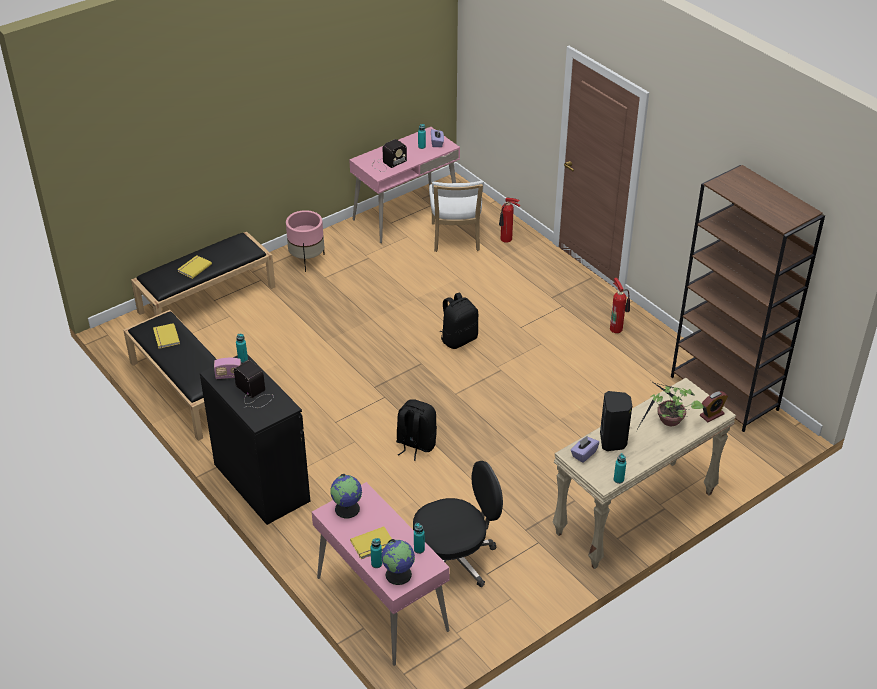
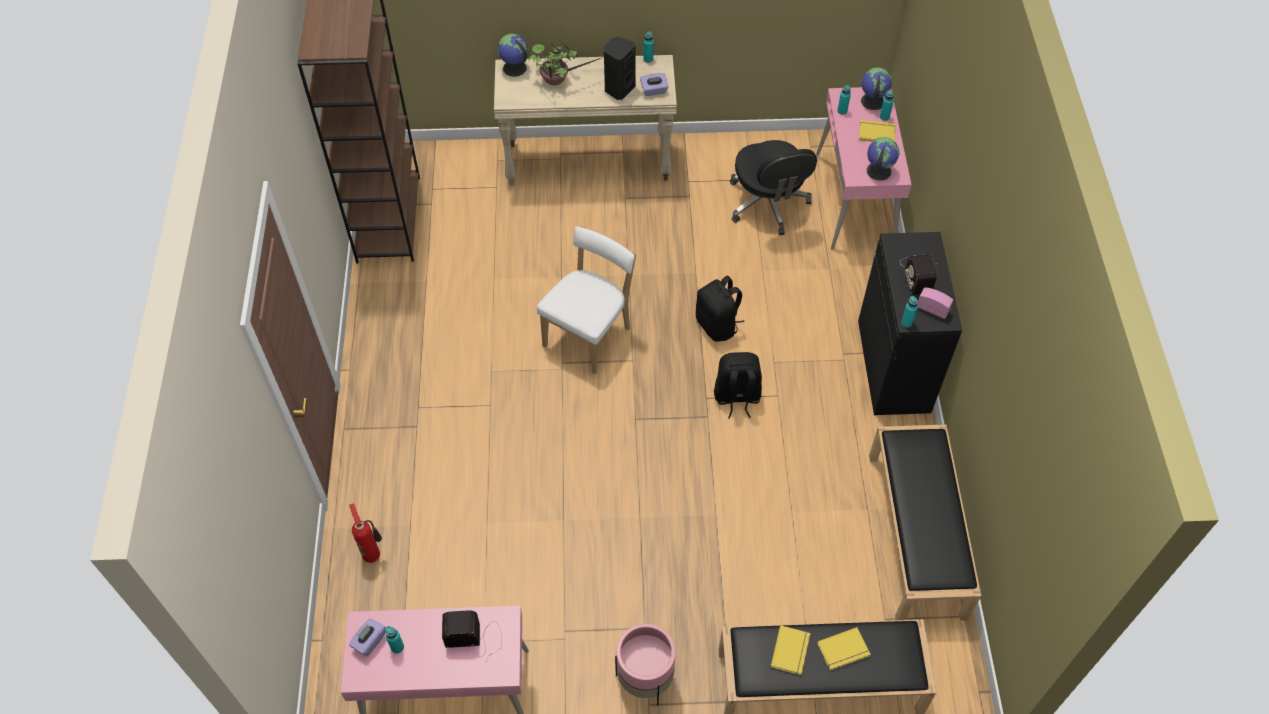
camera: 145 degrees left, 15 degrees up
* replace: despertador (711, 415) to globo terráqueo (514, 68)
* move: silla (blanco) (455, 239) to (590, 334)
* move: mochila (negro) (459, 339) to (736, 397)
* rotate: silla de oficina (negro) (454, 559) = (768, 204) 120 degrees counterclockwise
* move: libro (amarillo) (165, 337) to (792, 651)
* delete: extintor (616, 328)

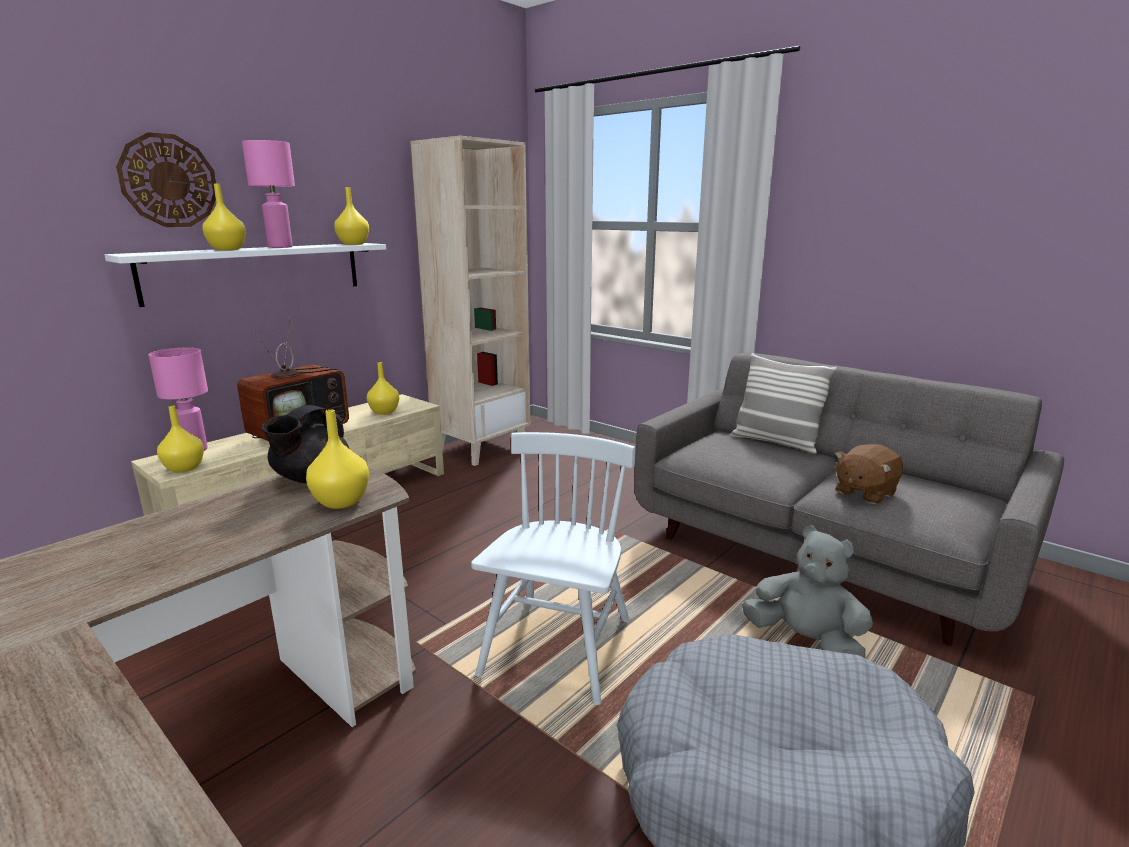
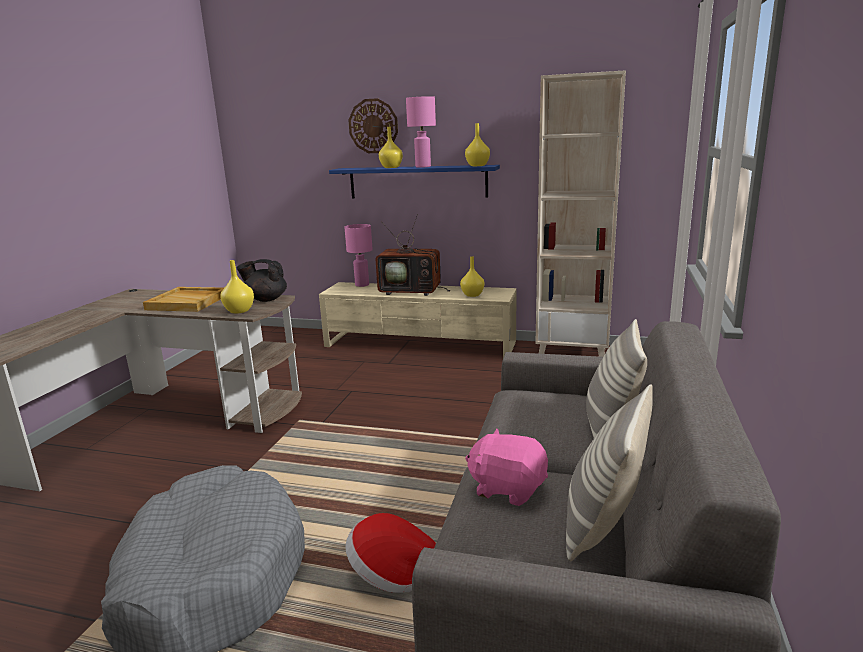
camera: 65 degrees right, 0 degrees up
* insert: bandeja (beis) (189, 302)
* recolor: estante (blanco) (257, 271) to estante (azul) (417, 182)
* replace: peluche (gris) (805, 642) to sombrero (391, 574)
* recolor: peluche (marrón) (864, 492) to peluche (rosa) (507, 488)
* insert: cojín (602, 524)
* delete: florero (amarillo) (184, 468)
* delete: silla (blanco) (558, 647)

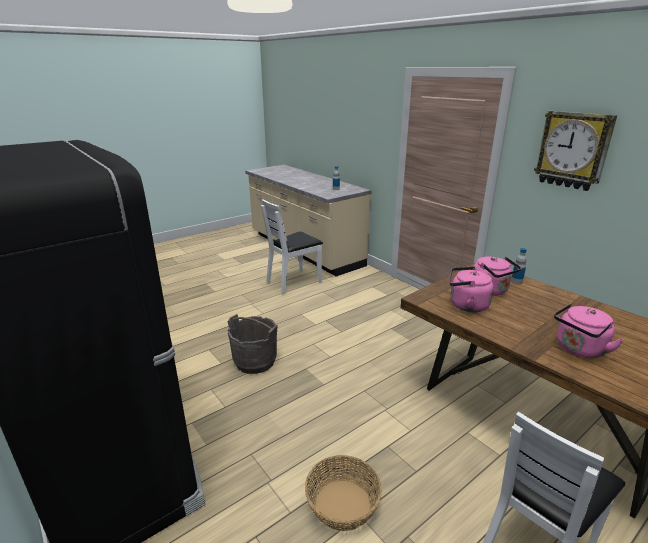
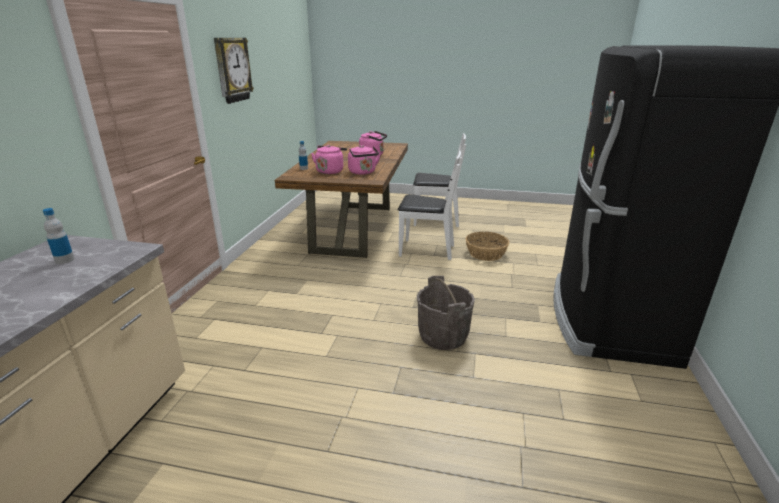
camera: 130 degrees left, 0 degrees up
* move: silla (blanco) (294, 282) to (426, 250)

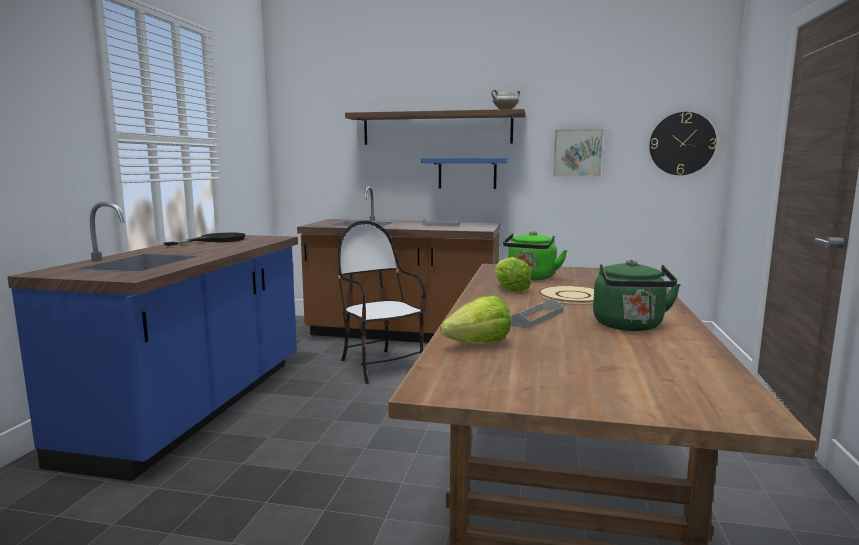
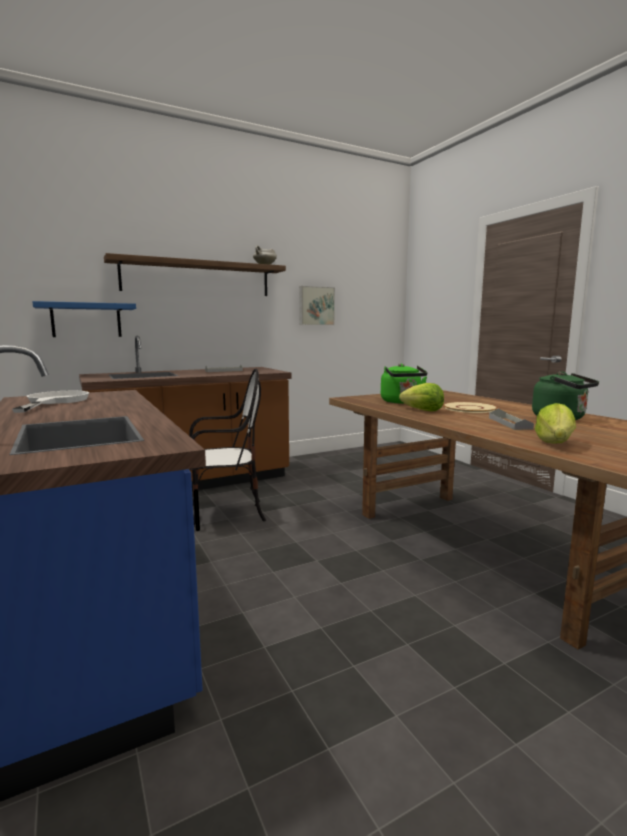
camera: 40 degrees left, 0 degrees up
* recolor: sartén (negro) (216, 240) to sartén (blanco) (54, 402)
* move: estante (azul) (467, 173) to (86, 320)
* rotate: silla (381, 366) = (225, 514) 150 degrees clockwise
* delete: reloj de pared (682, 143)

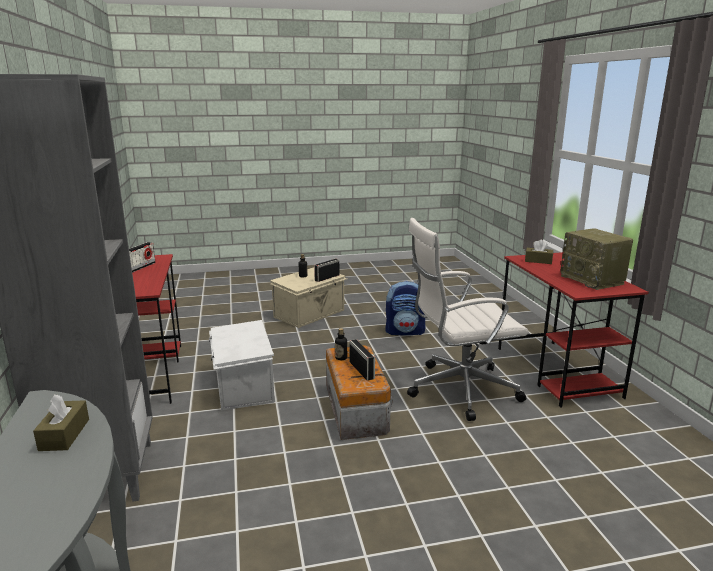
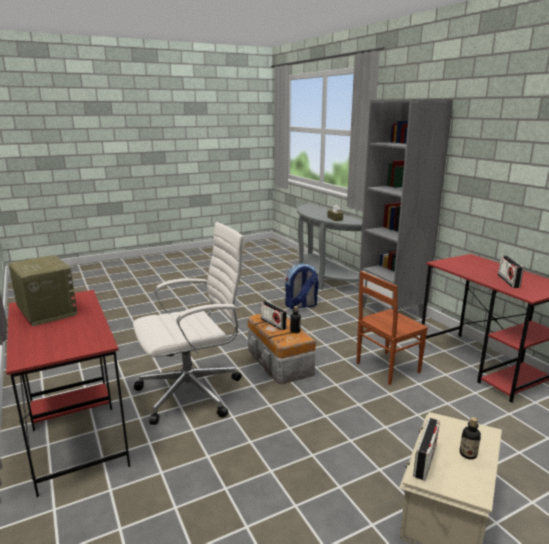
camera: 165 degrees right, 0 degrees up
* move: mochila (405, 331) to (301, 306)
* replace: caja de almacenaje (blanco) (242, 386) to silla (marrón) (386, 367)
* delete: caja de pañuelos (marrón) (538, 261)

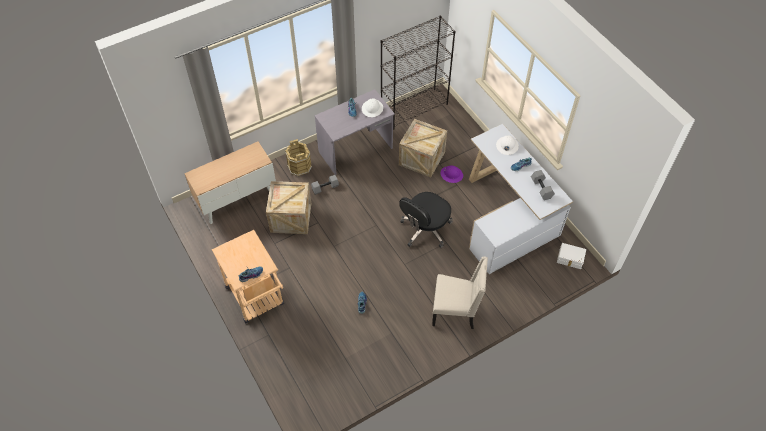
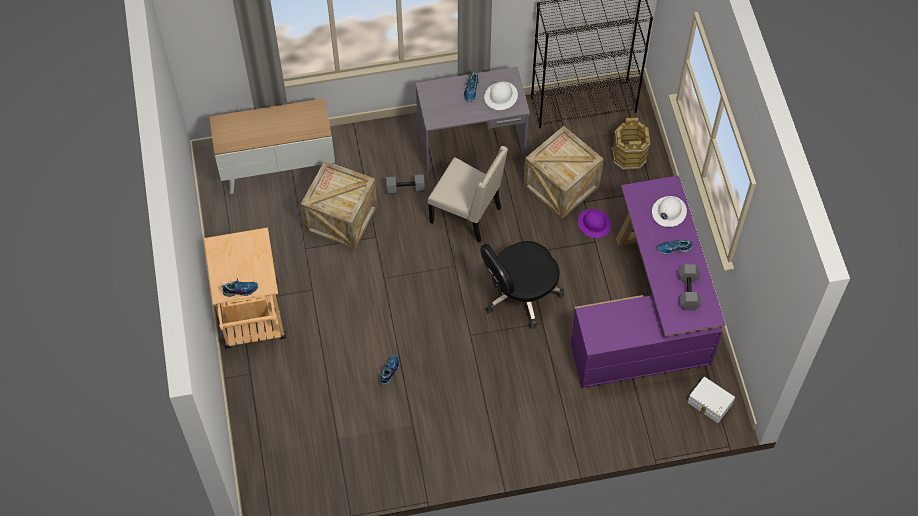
camera: 20 degrees right, 5 degrees up
* move: silla (beis) (455, 311) to (468, 215)
* recolor: escritorio (blanco) (508, 218) to escritorio (morado) (647, 315)
* move: cubo (marrón) (299, 166) to (629, 156)

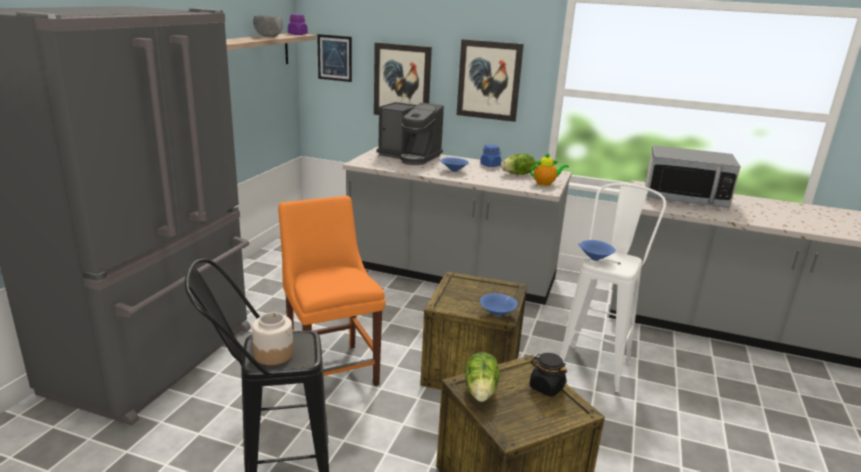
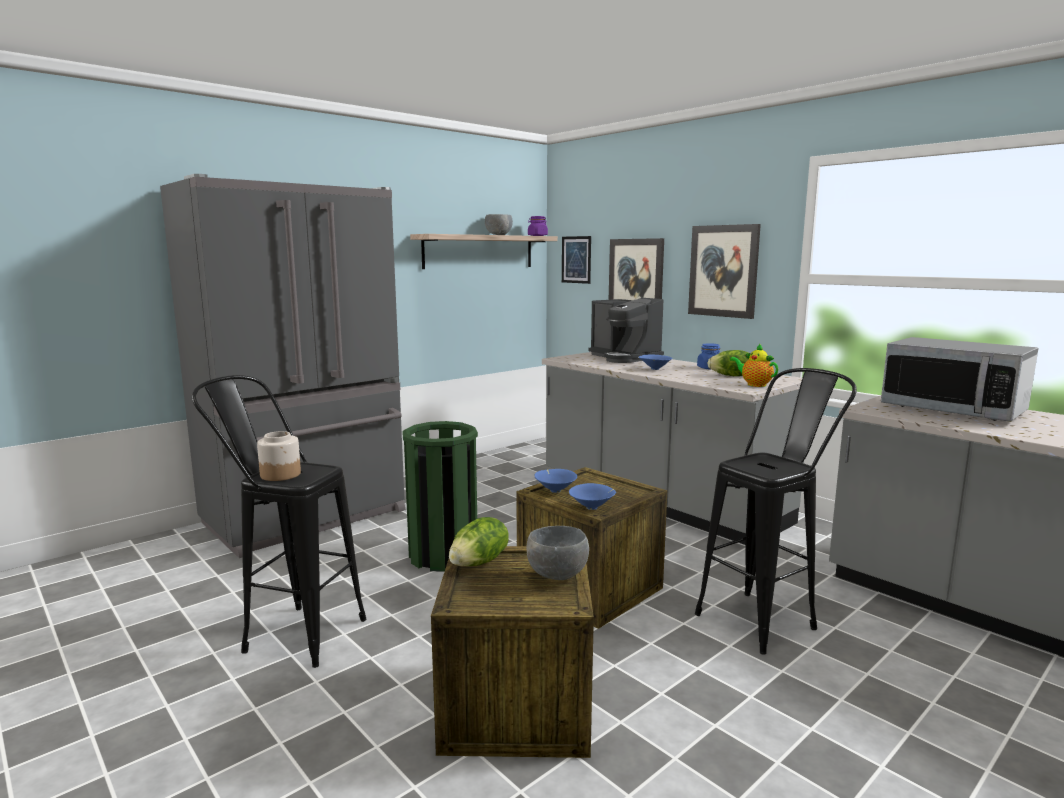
camera: 30 degrees right, 10 degrees down
* replace: silla (naranja) (331, 368) to papelera (verde) (443, 555)
* replace: tarro (negro) (546, 387) to cuenco (gris) (558, 576)
* move: cuenco (azul) (594, 259) to (555, 490)
* recolor: taburete (blanco) (596, 361) to taburete (negro) (766, 617)
* rotate: tetera (545, 183) = (754, 384) 150 degrees counterclockwise

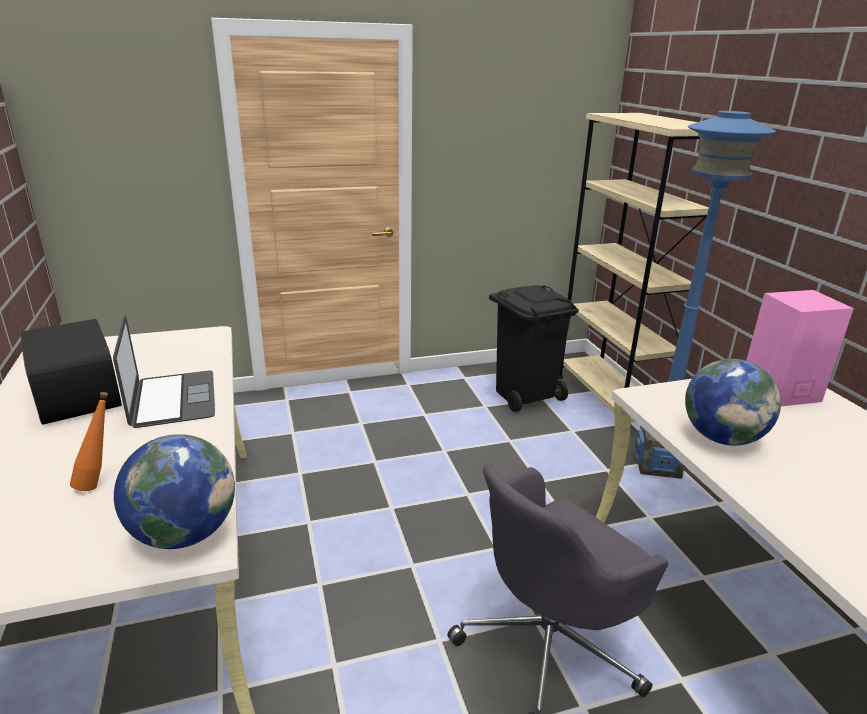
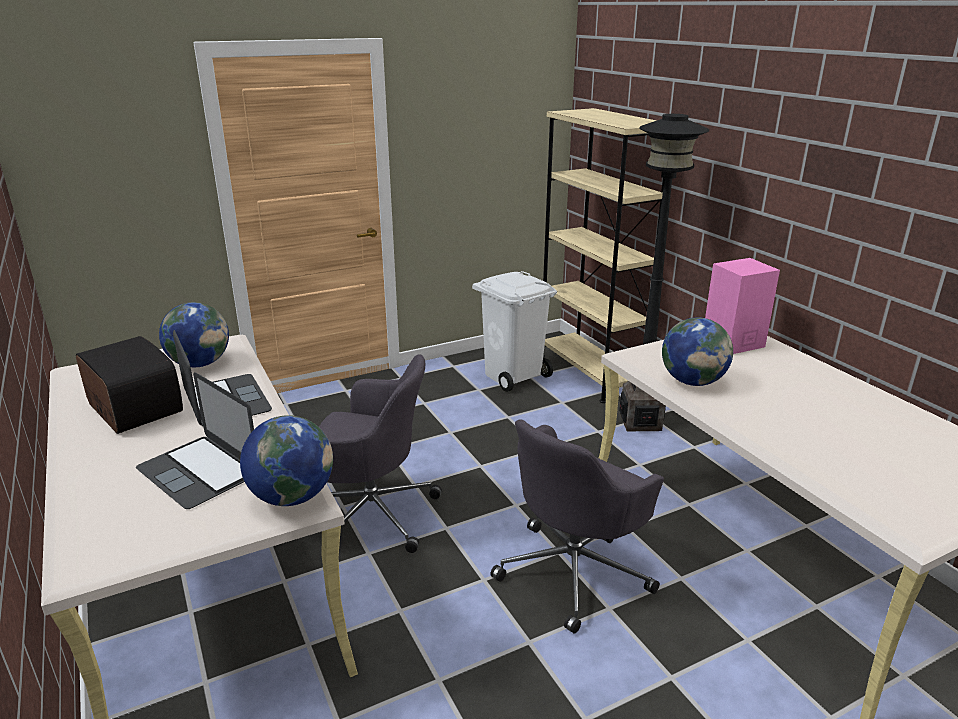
camera: 10 degrees left, 0 degrees up
* replace: botella (naranja) (100, 483) to portátil (199, 471)
* insert: globo terráqueo (200, 363)
* insert: silla de oficina (gris) (371, 513)
* recolor: papelera (negro) (525, 394) to papelera (blanco) (513, 375)
* recolor: lámpara de pie (azul) (658, 464) to lámpara de pie (negro) (640, 422)

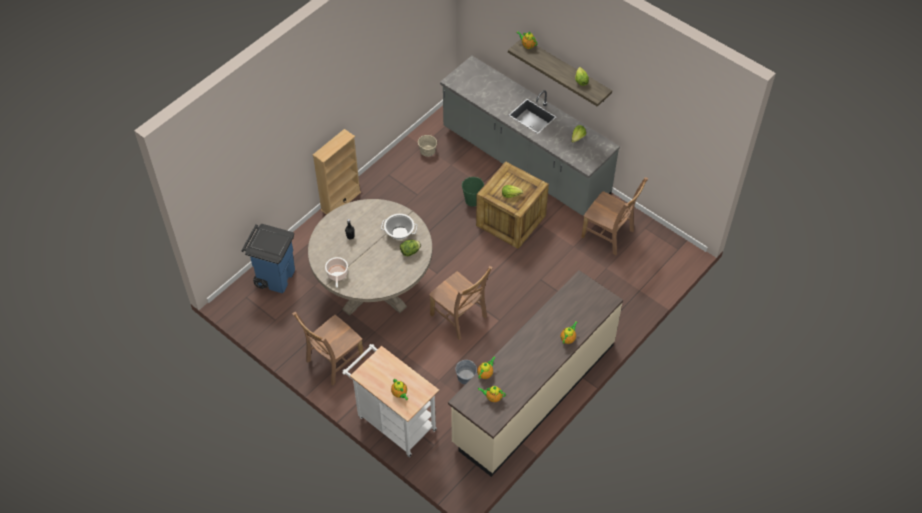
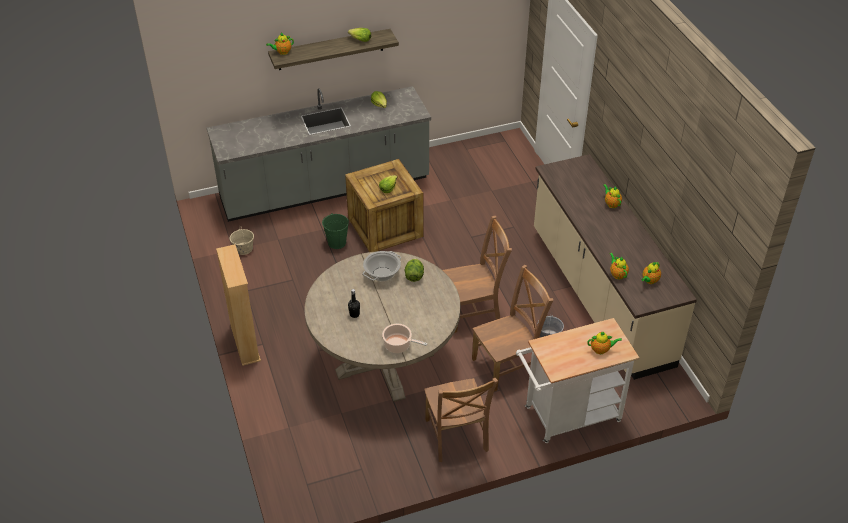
camera: 60 degrees left, 10 degrees down
* move: silla (marrón) (609, 235) to (508, 365)
* delete: papelera (azul) (275, 277)

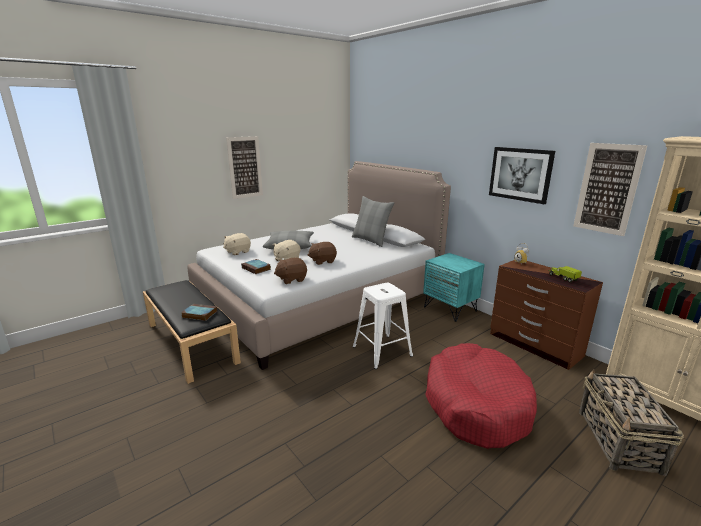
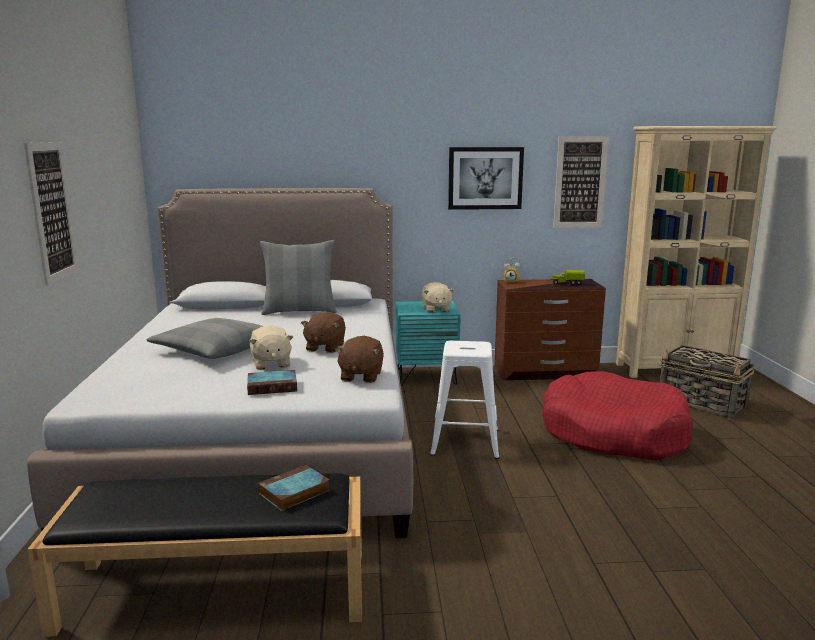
camera: 55 degrees left, 5 degrees down
* move: peluche (beis) (237, 252) to (436, 309)

